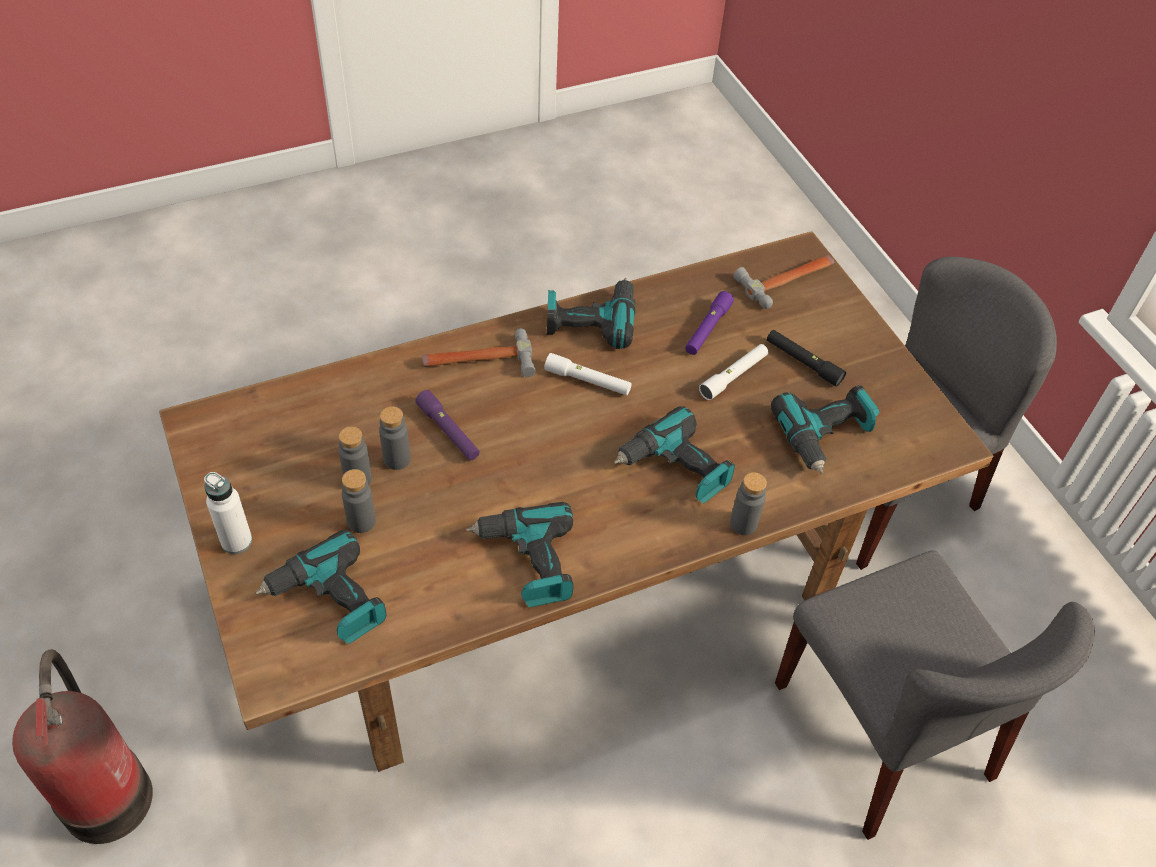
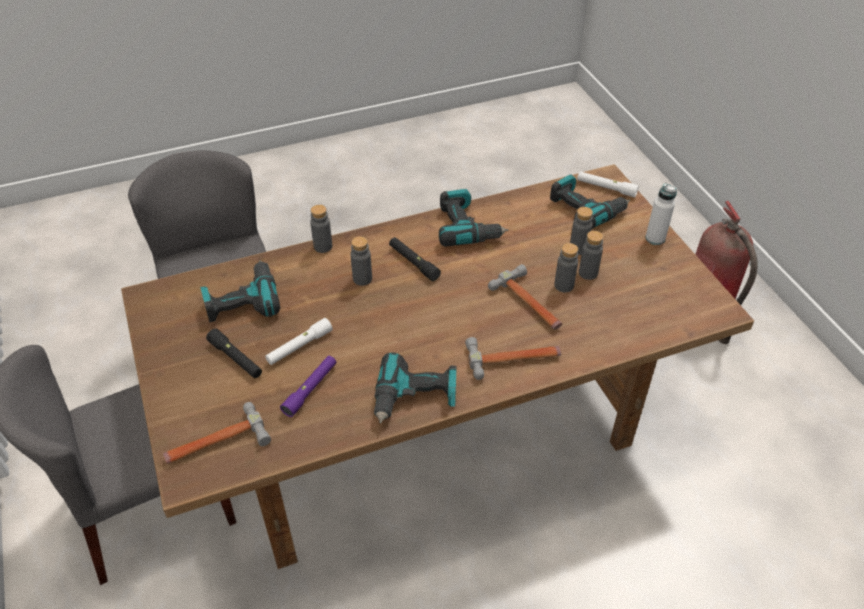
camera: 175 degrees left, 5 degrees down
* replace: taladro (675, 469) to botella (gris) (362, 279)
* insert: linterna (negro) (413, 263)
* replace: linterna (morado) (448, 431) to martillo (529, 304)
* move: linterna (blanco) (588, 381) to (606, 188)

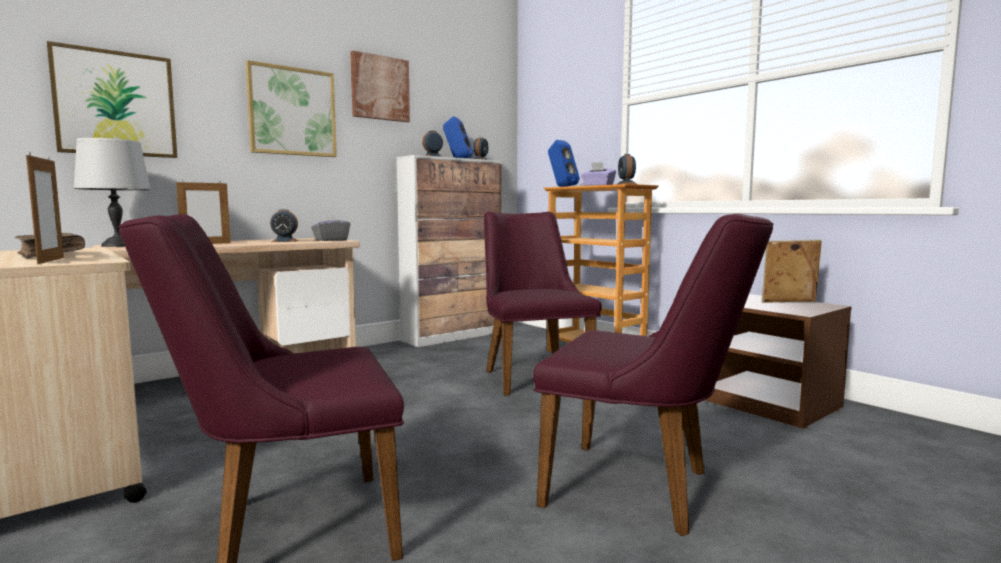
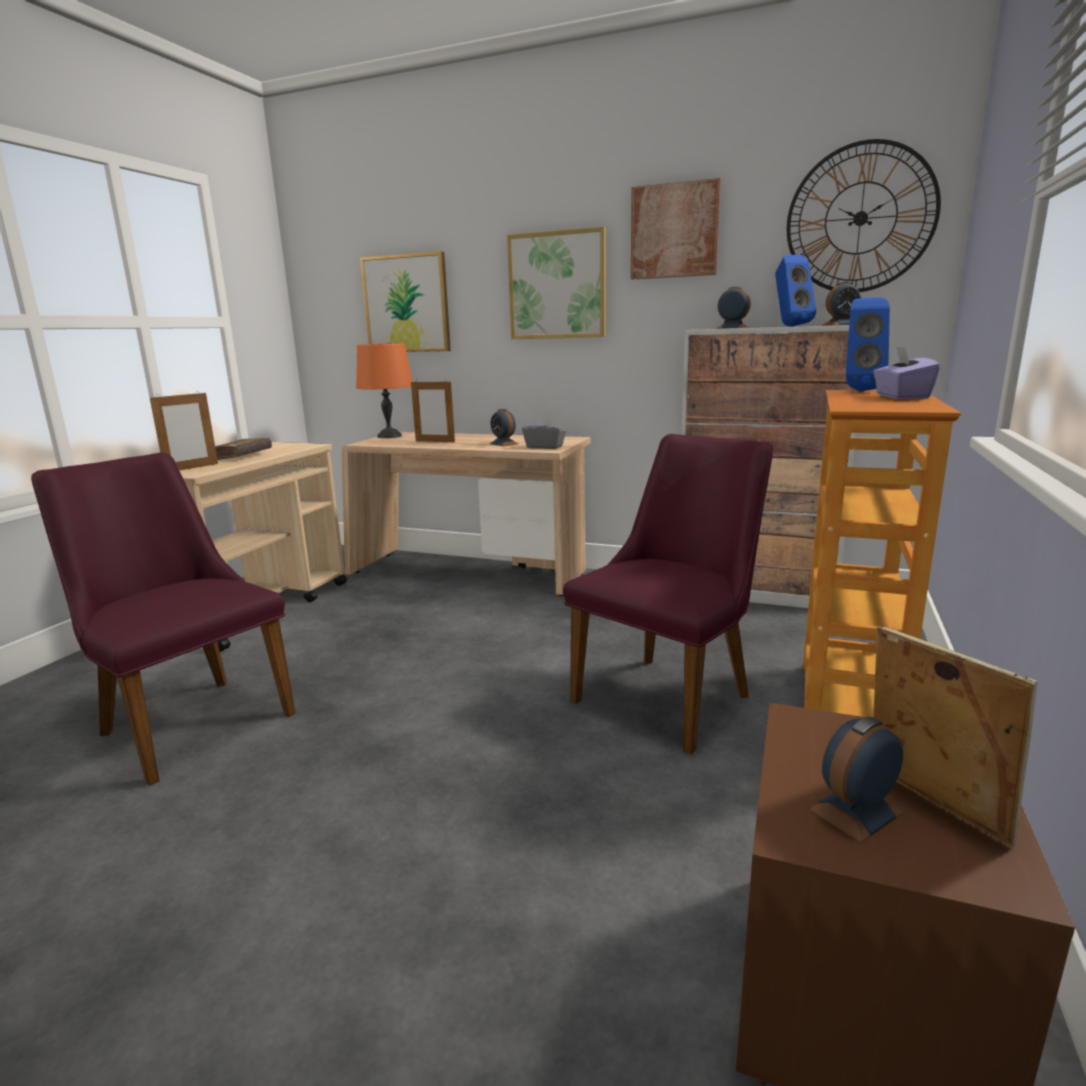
camera: 60 degrees right, 10 degrees up
* recolor: lámpara de mesa (gris) (117, 245) to lámpara de mesa (naranja) (389, 436)
* insert: reloj de pared (860, 218)
* move: despertador (626, 184) to (856, 811)
* delete: silla (morado) (644, 490)

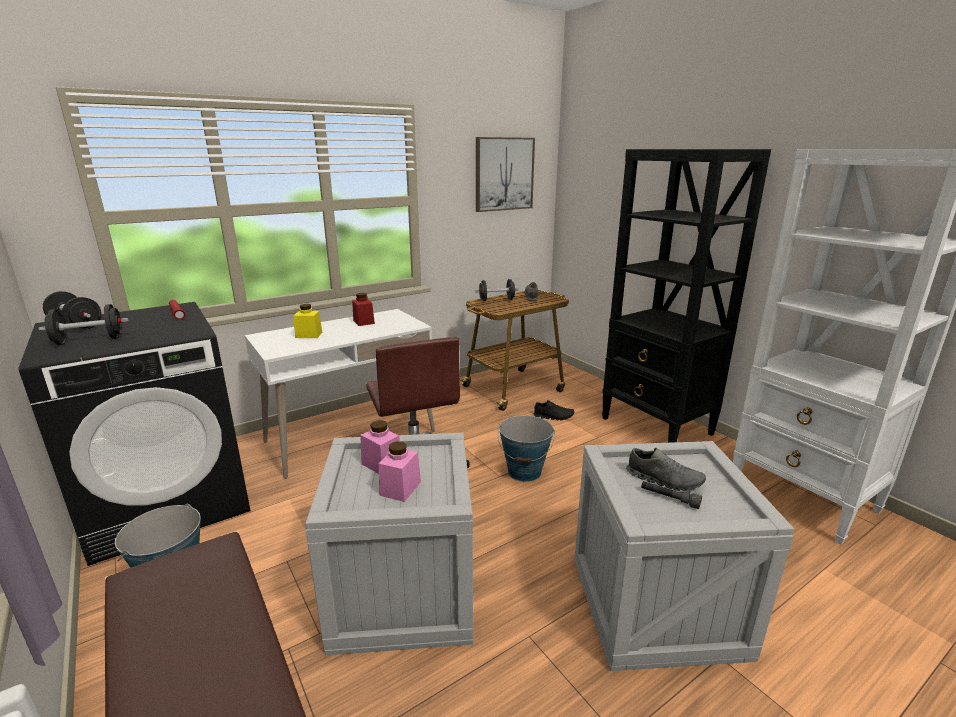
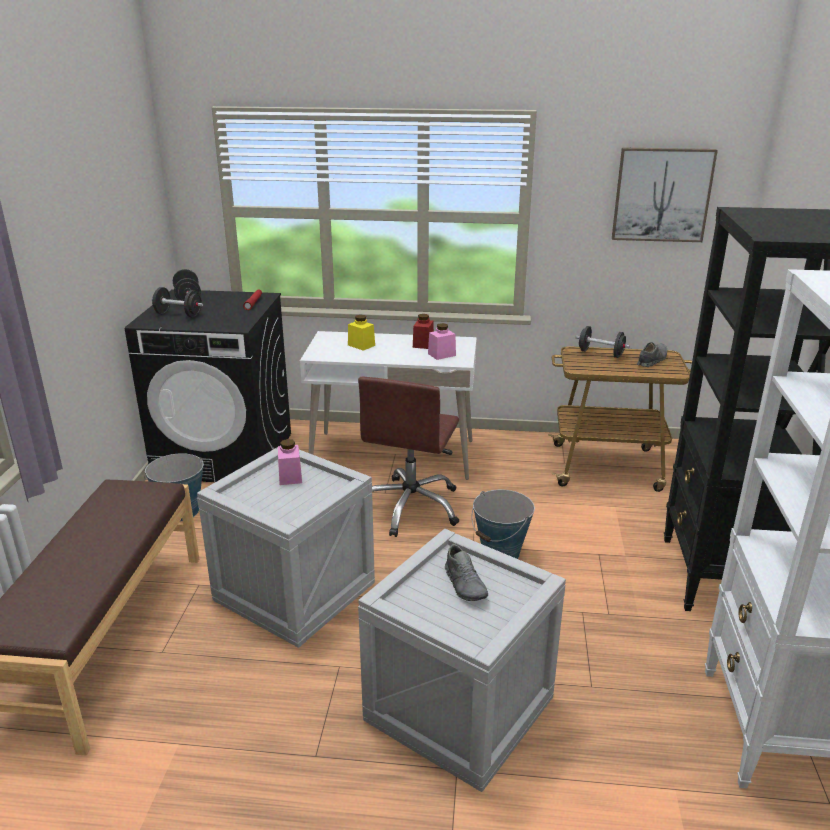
camera: 40 degrees right, 5 degrees up
* move: tarro (rosa) (400, 488) to (441, 354)
* delete: zapato (negro) (553, 416)
* delete: linterna (gris) (669, 499)

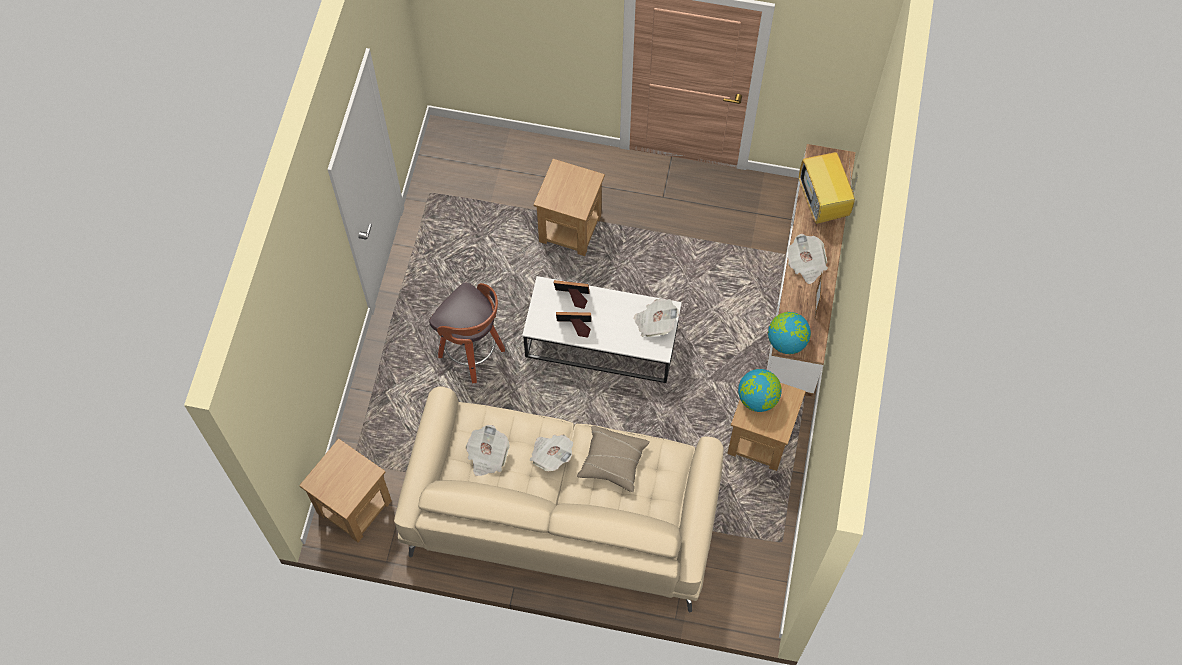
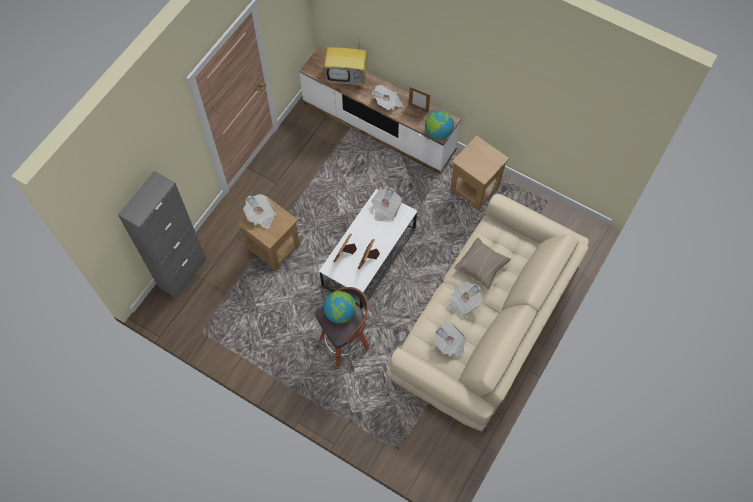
camera: 70 degrees left, 0 degrees up
* insert: armario (gris) (182, 273)
* insert: periódico (261, 215)
* move: globo terráqueo (757, 399) to (340, 313)
* delete: mesa auxiliar (marrón) (354, 508)

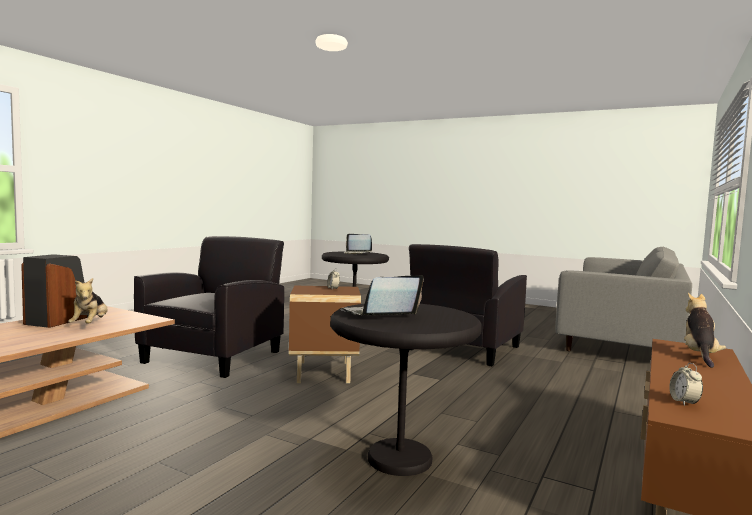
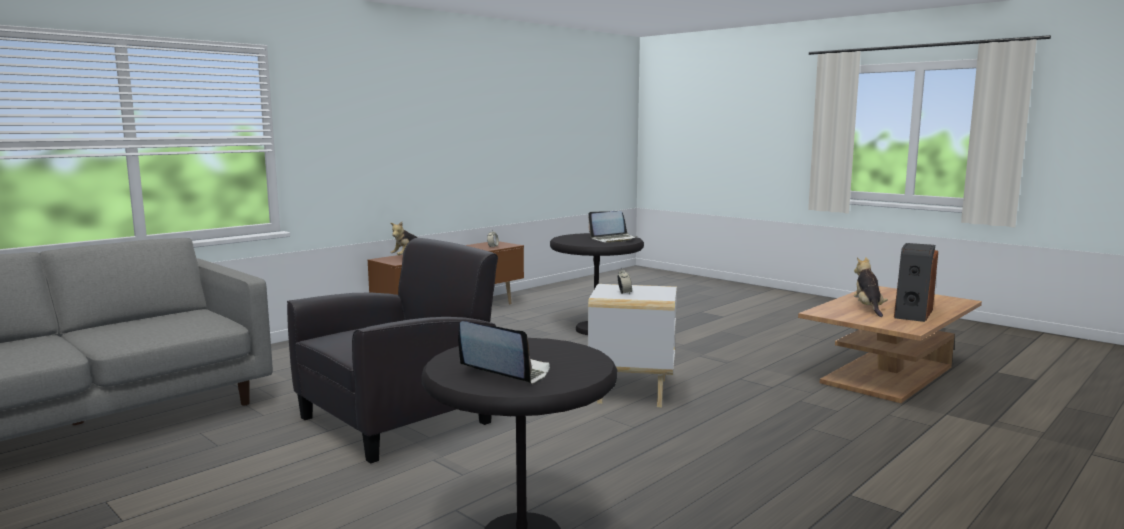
camera: 165 degrees left, 5 degrees up
* recolor: mesa auxiliar (marrón) (324, 372) to mesa auxiliar (blanco) (632, 390)
* delete: sillón (negro) (214, 356)

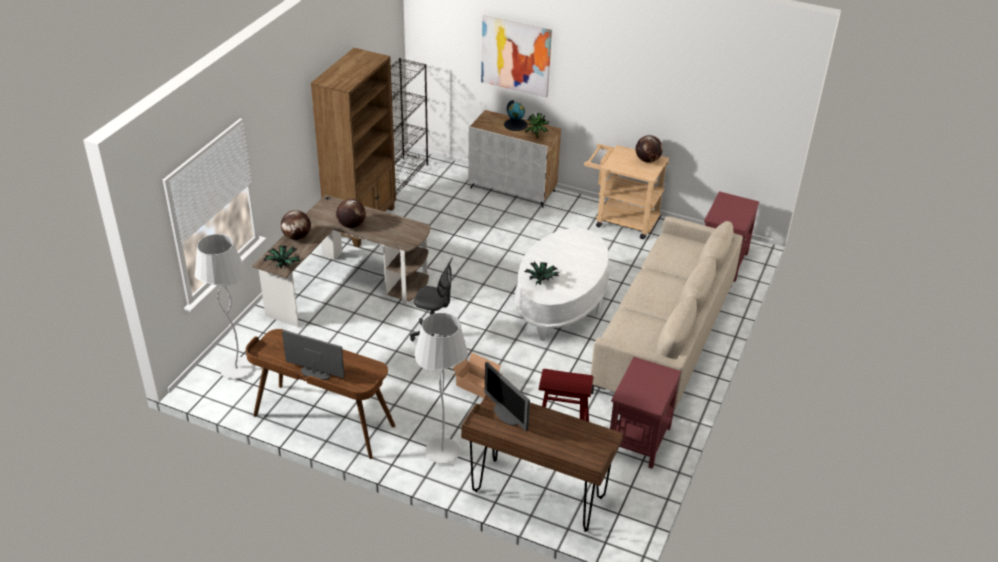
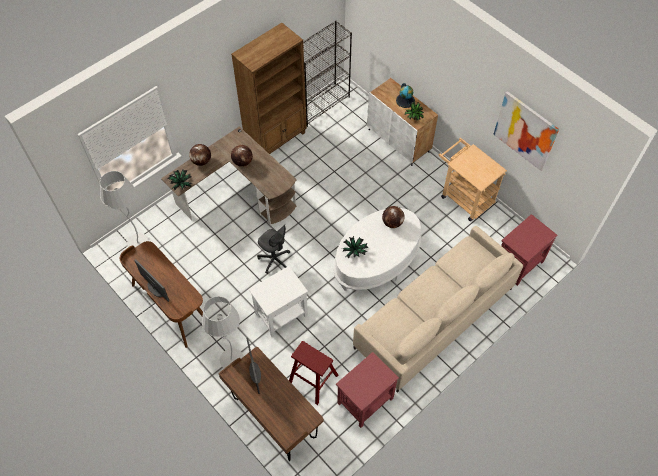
camera: 25 degrees right, 20 degrees up
* replace: caja de cartón (476, 386) to mesa auxiliar (blanco) (281, 314)
* move: globo terráqueo (647, 160) to (392, 223)
* move: cuadro (516, 56) to (525, 131)

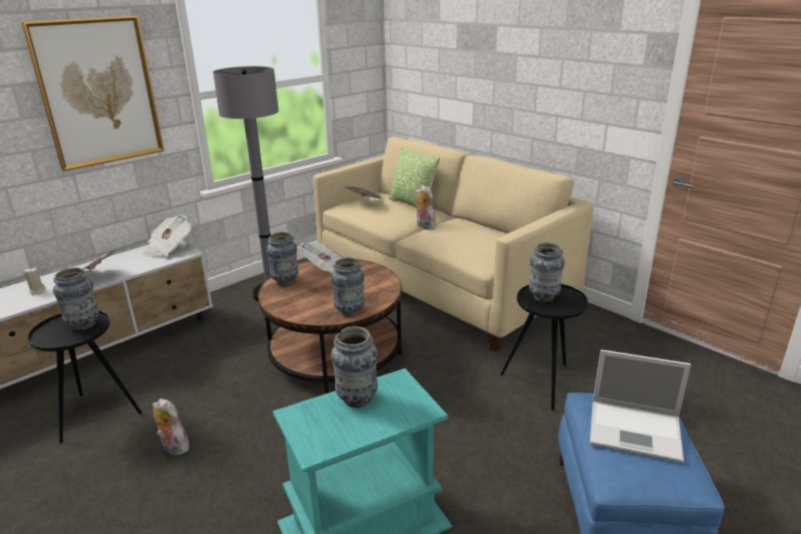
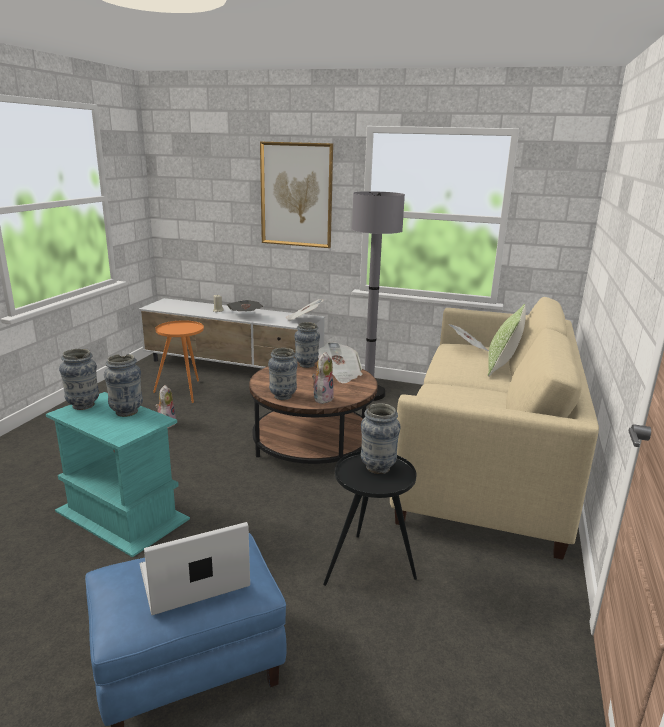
camera: 60 degrees right, 5 degrees down
* move: florero (84, 325) to (83, 405)
* rotate: portátil (637, 430) = (191, 578) 75 degrees clockwise
* recolor: mesa auxiliar (negro) (96, 413) to mesa auxiliar (naranja) (184, 391)
* move: peluche (424, 226) to (322, 398)

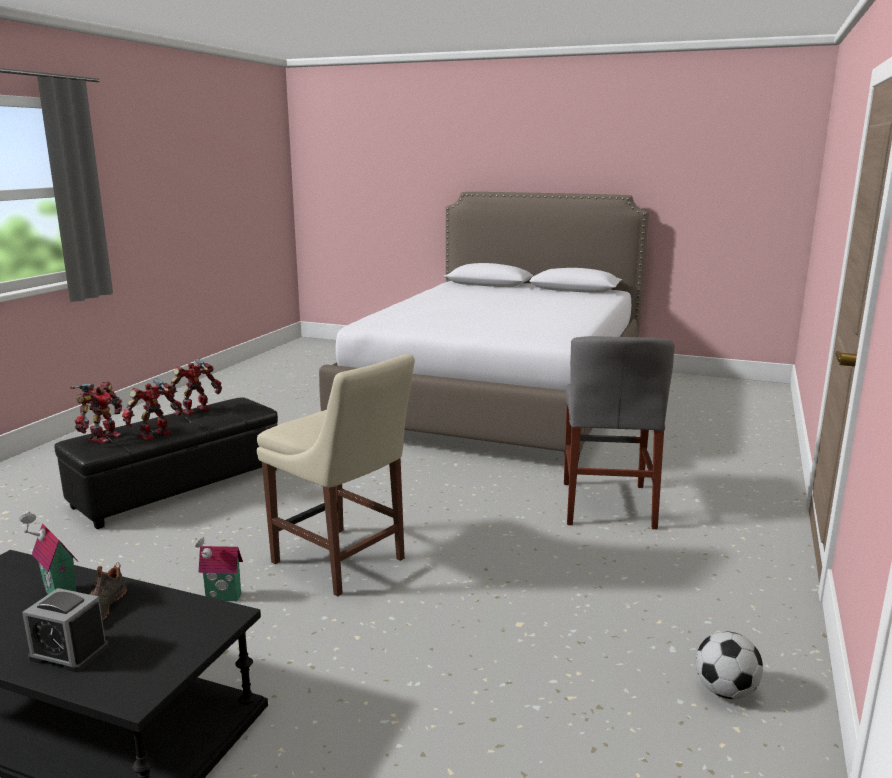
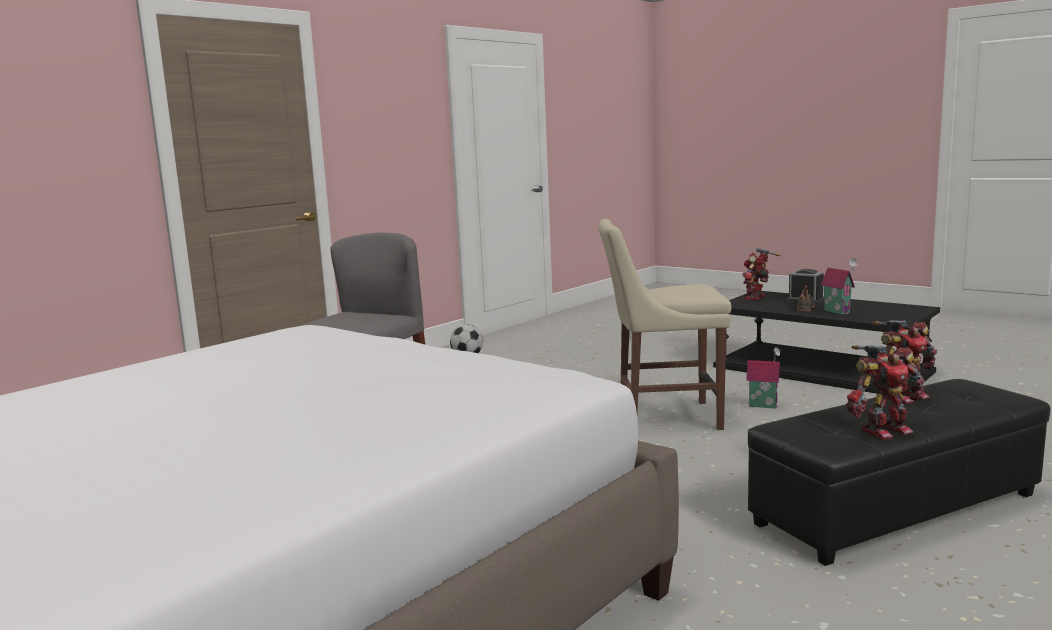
camera: 160 degrees left, 5 degrees down
* rotate: silla (beis) (342, 563) = (662, 417) 60 degrees counterclockwise
* move: robot de juguete (102, 437) to (756, 297)

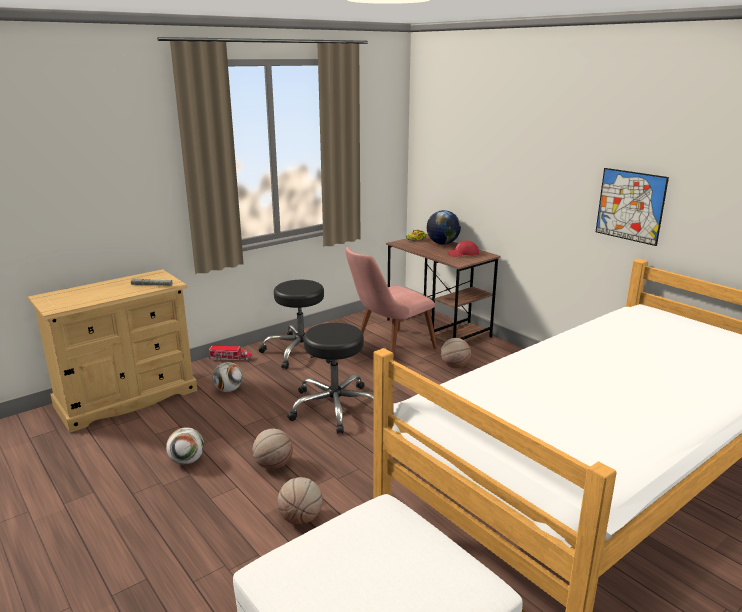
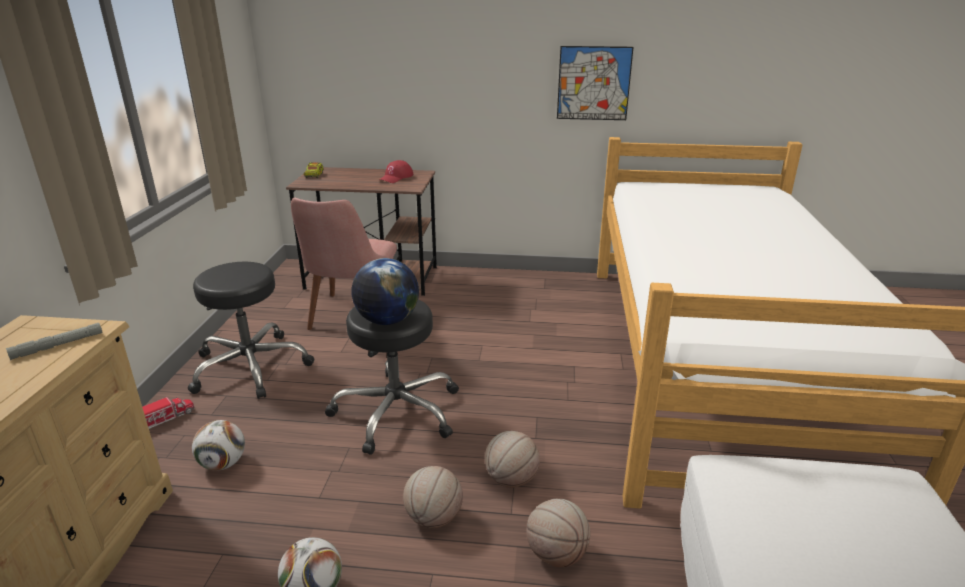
camera: 45 degrees left, 5 degrees up
* move: globo terráqueo (442, 243) to (387, 320)
* move: balón de baloncesto (454, 366) to (511, 479)

